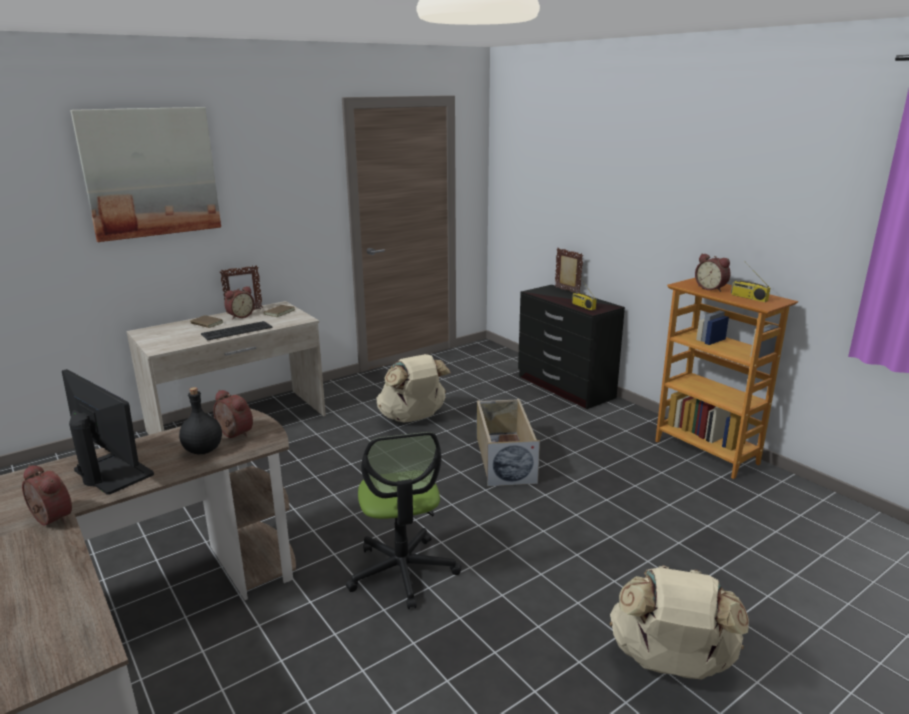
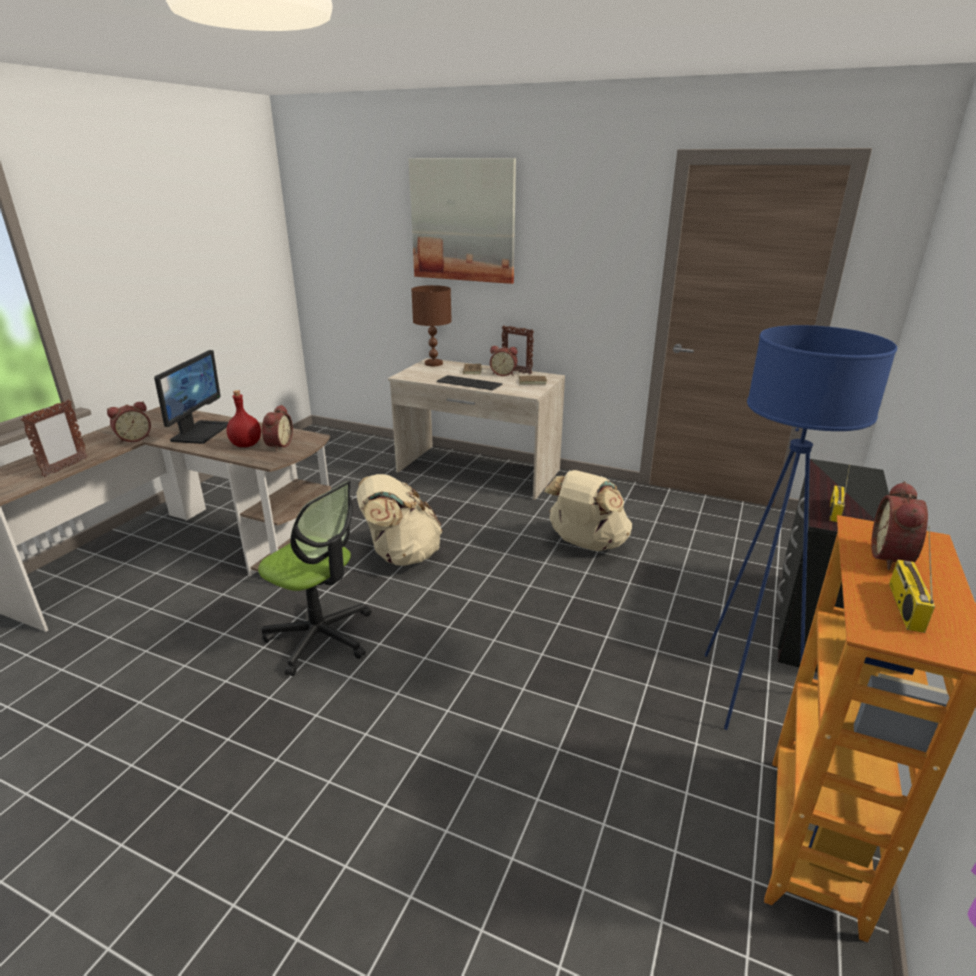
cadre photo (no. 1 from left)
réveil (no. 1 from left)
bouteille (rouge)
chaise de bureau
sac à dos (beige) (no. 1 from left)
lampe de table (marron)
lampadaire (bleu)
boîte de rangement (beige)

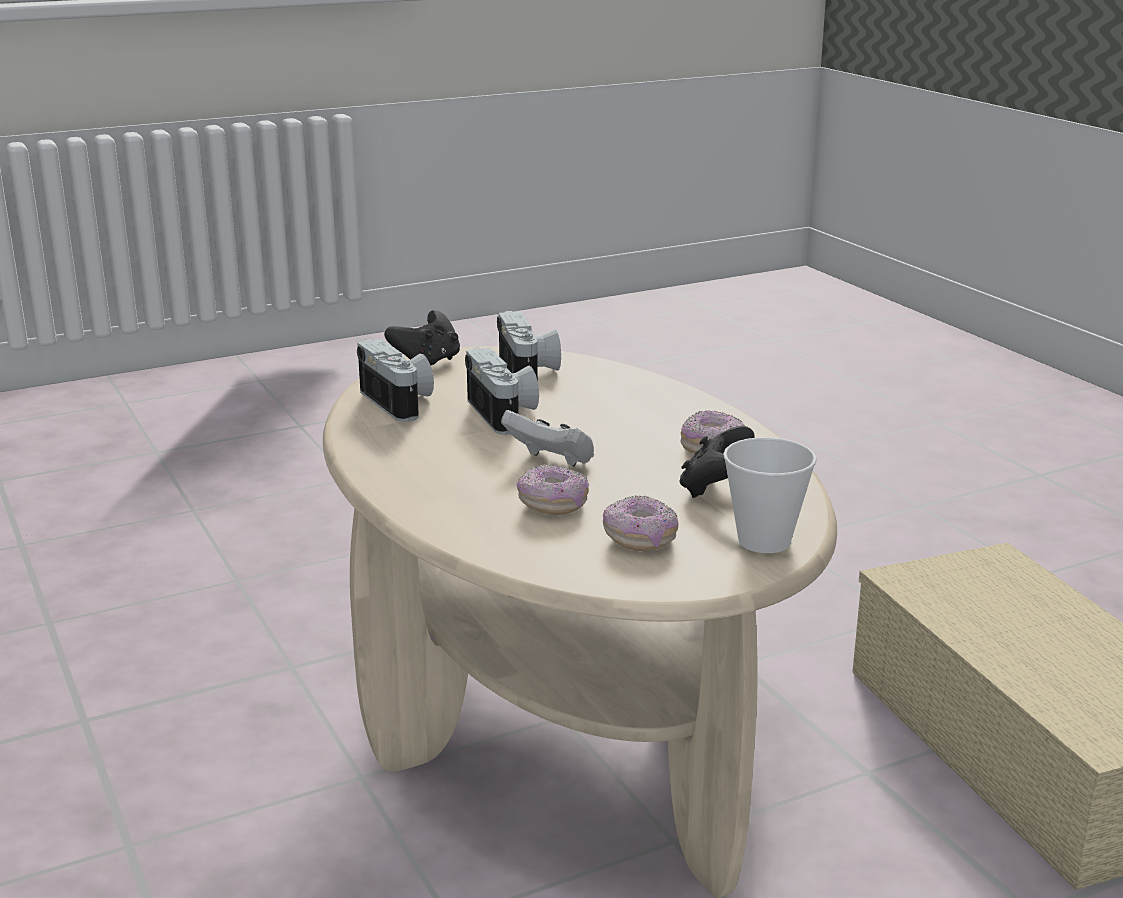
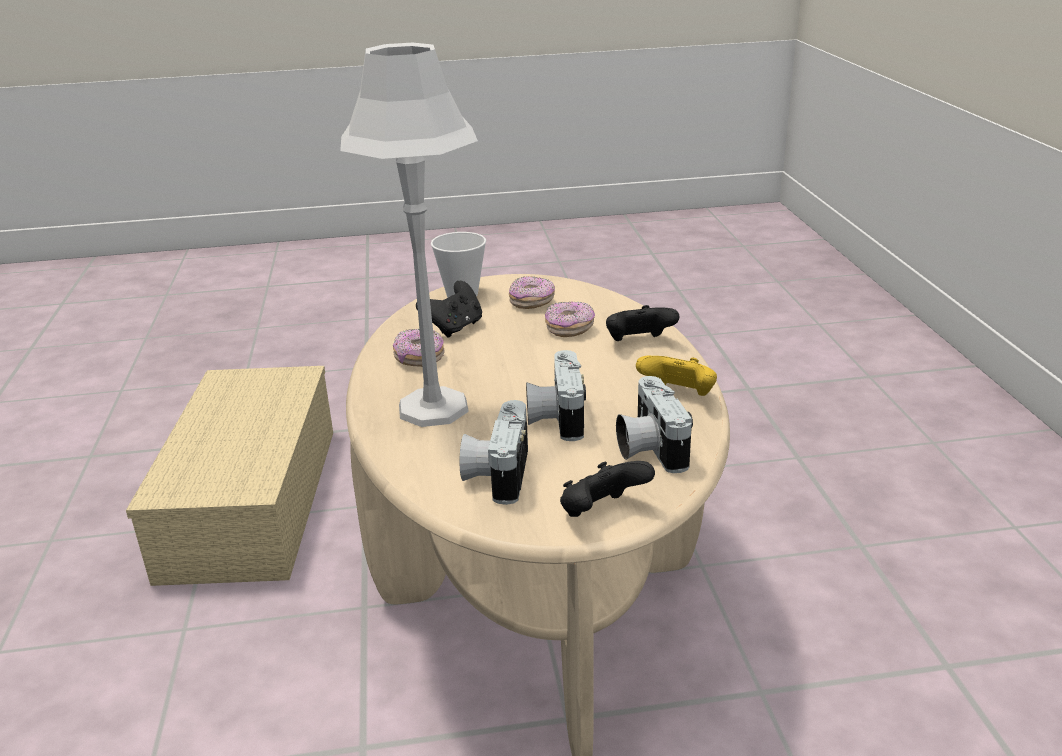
lampe de table (gris)
manette (noir) (no. 3 from left)
manette (jaune)
manette (blanc)

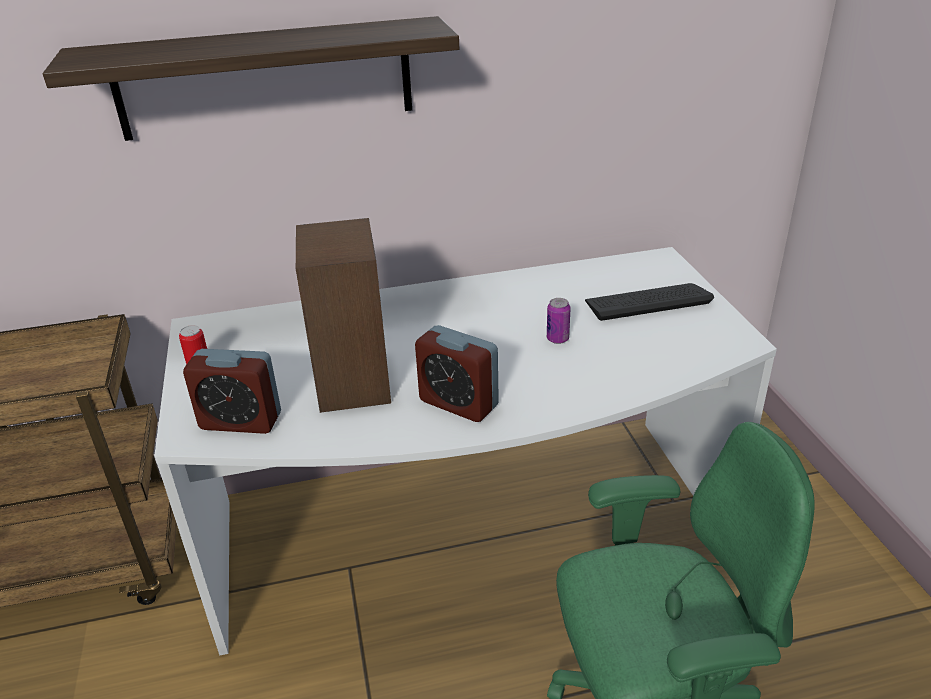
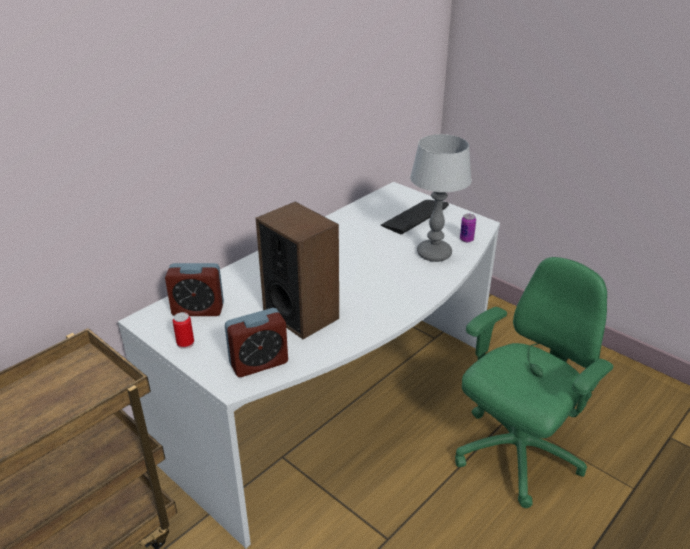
réveil (no. 1 from left)
lampe de table
boîte métallique (no. 2 from left)
étagère

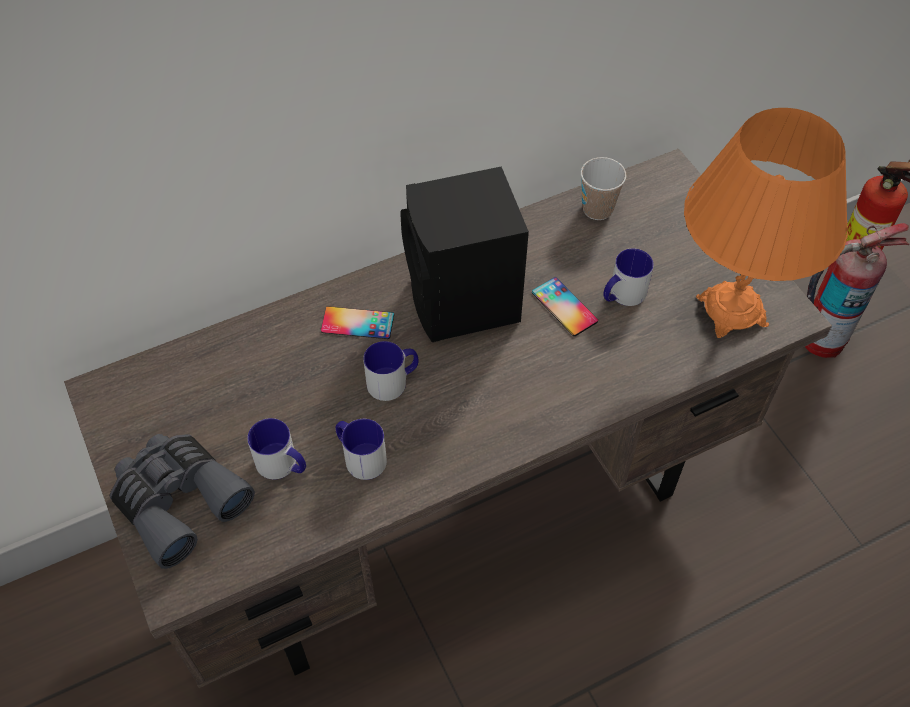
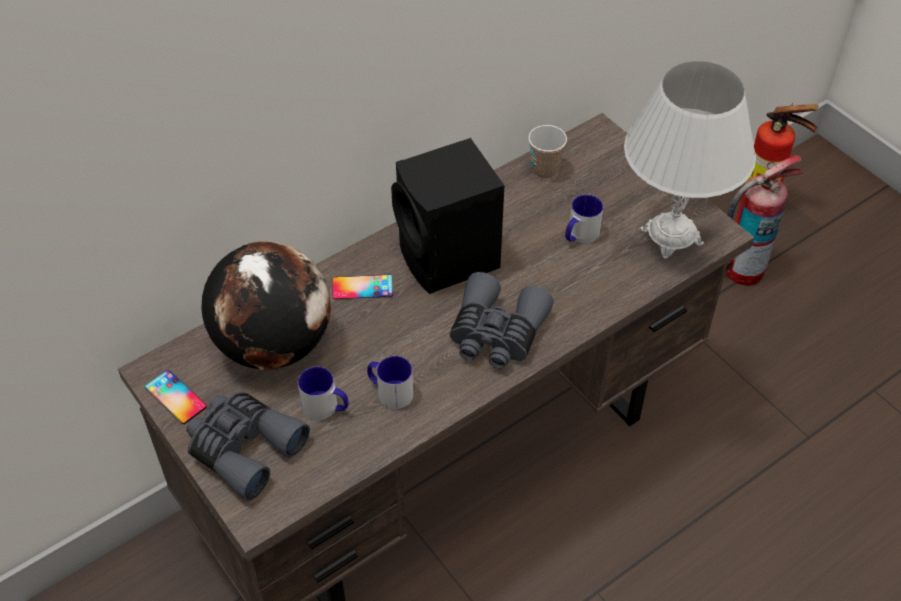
téléphone (no. 1 from left)
globe
jumelles (gris) (no. 2 from left)
lampe de table (blanc)
mug (no. 3 from left in the first image)

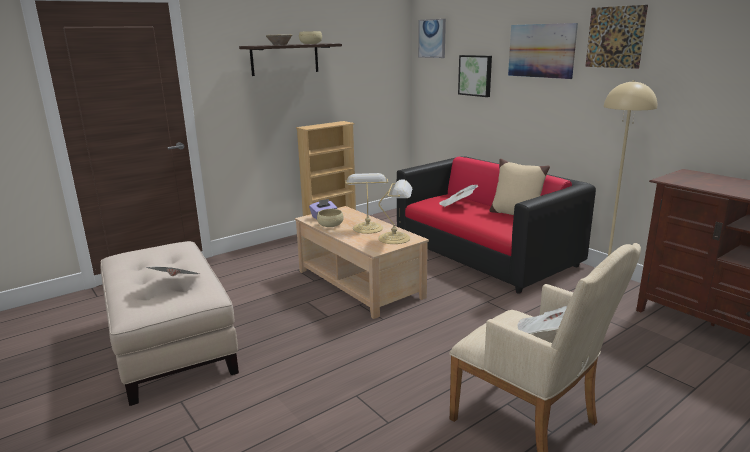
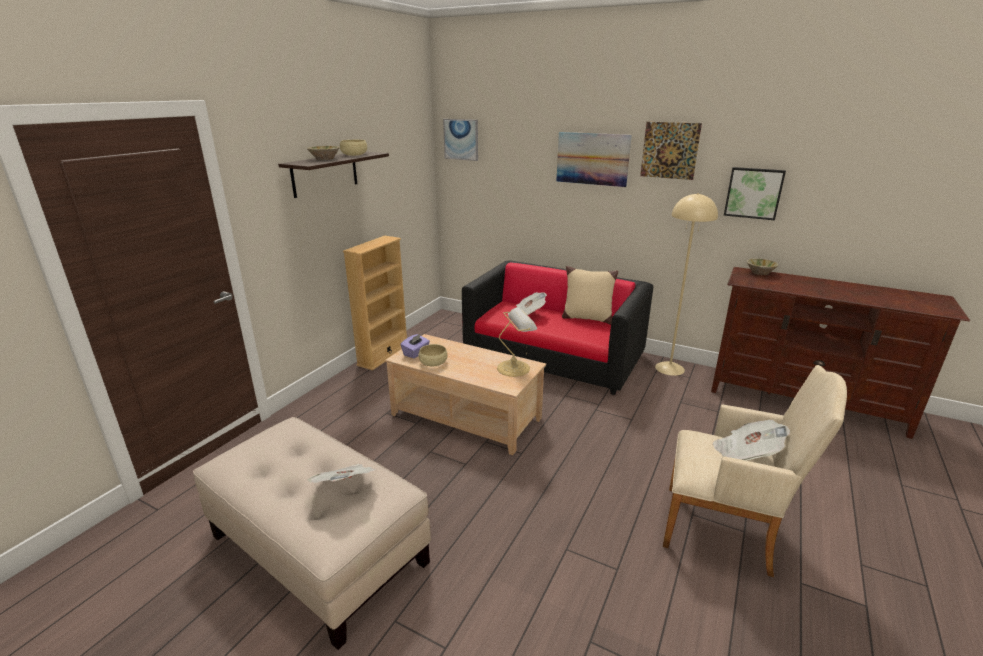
tableau (no. 4 from left)
bol (beige) (no. 4 from left)
lampe de table (no. 1 from left in the first image)

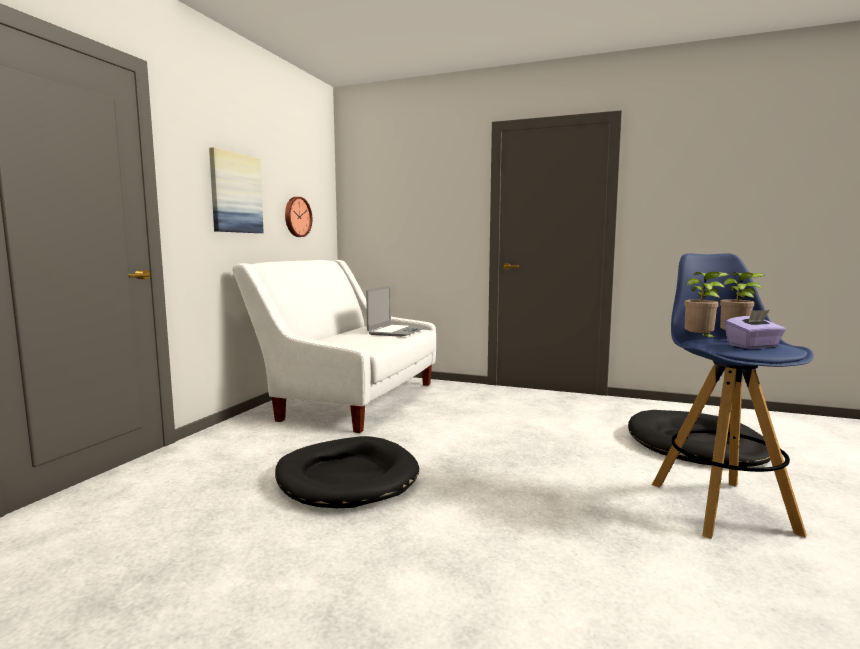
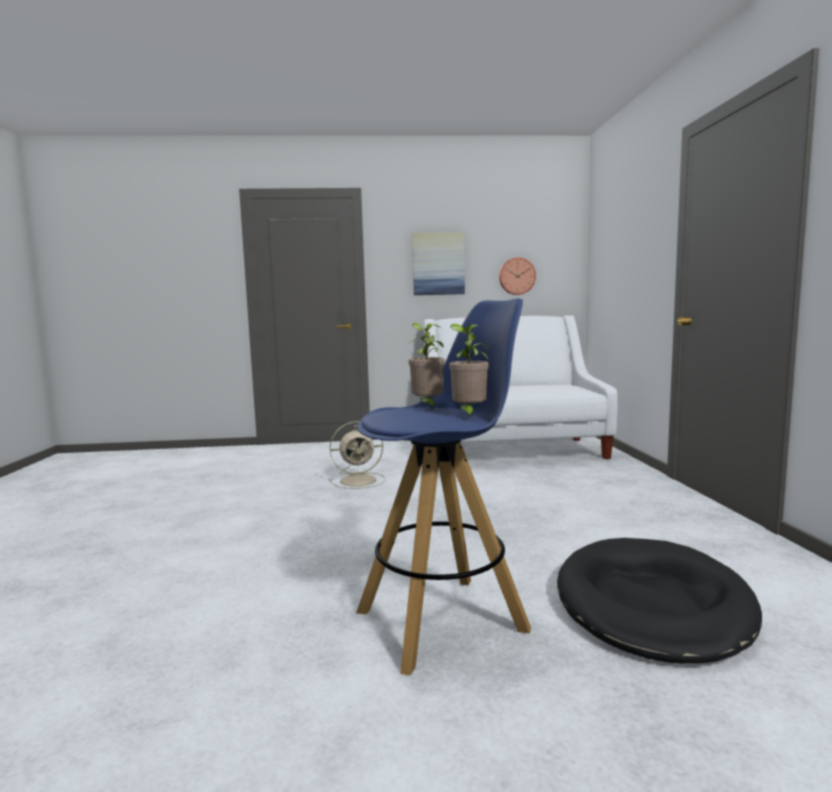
ventilateur (beige)
ordinateur portable
boîte à mouchoirs (violet)

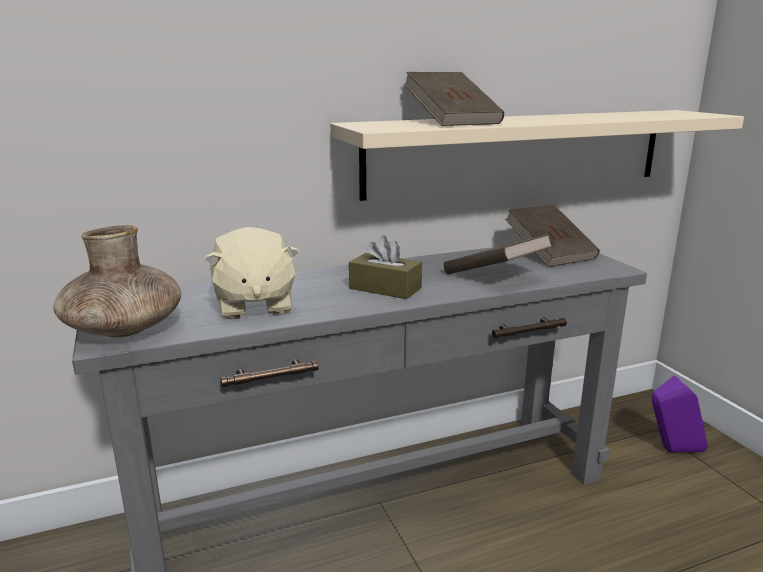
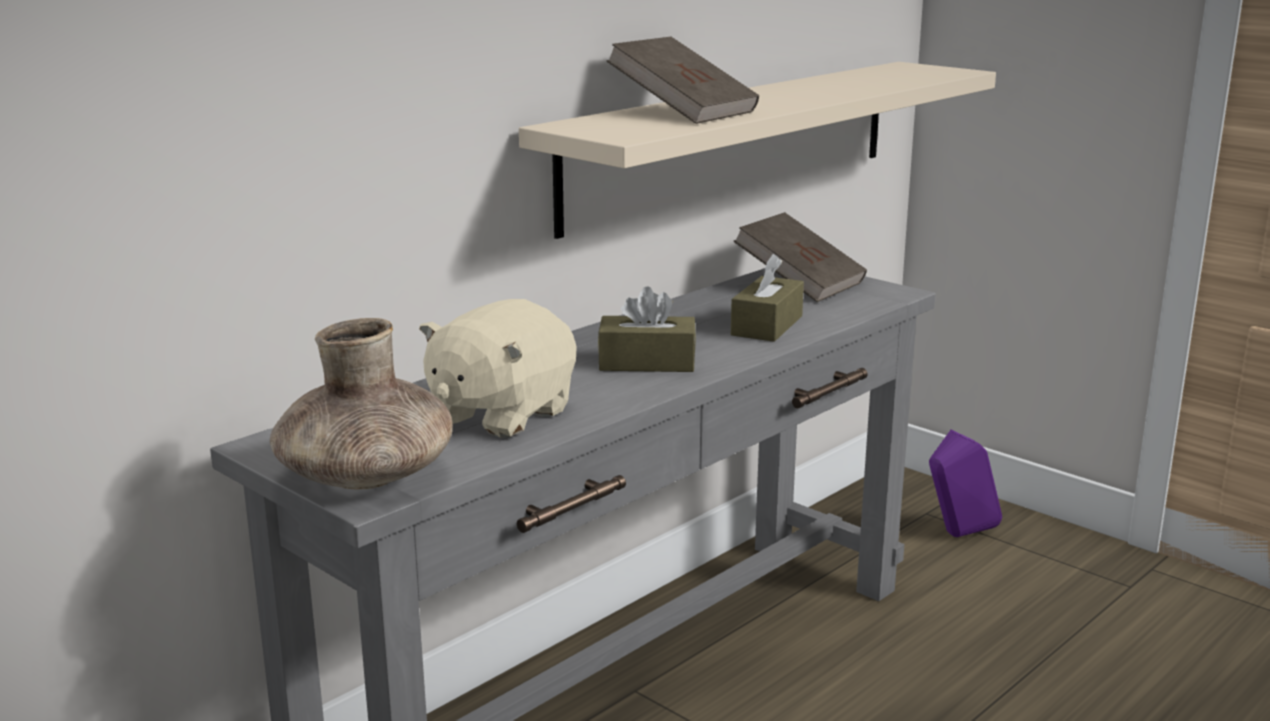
peluche (beige)
boîte à mouchoirs (marron) (no. 2 from left)

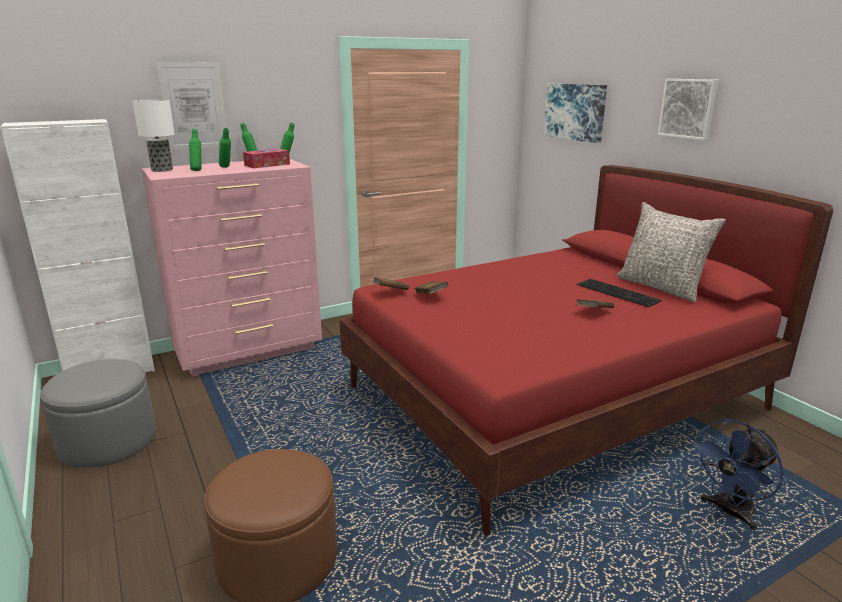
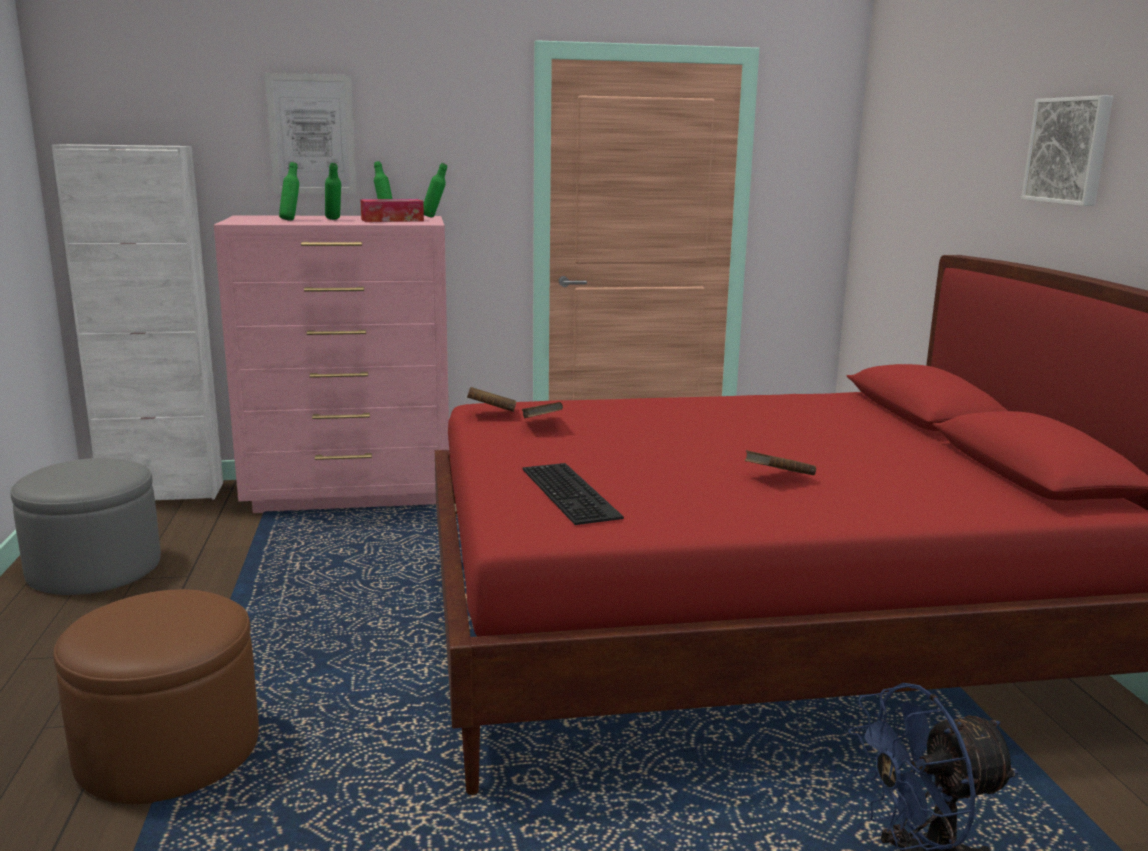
clavier
lampe de table
tableau (no. 2 from left in the first image)
coussin (gris)

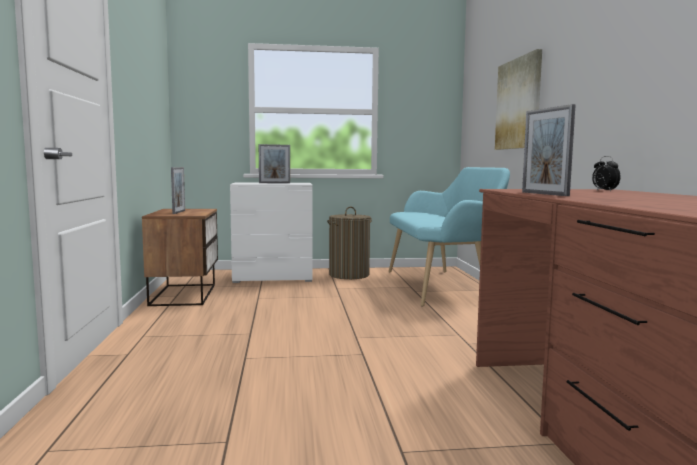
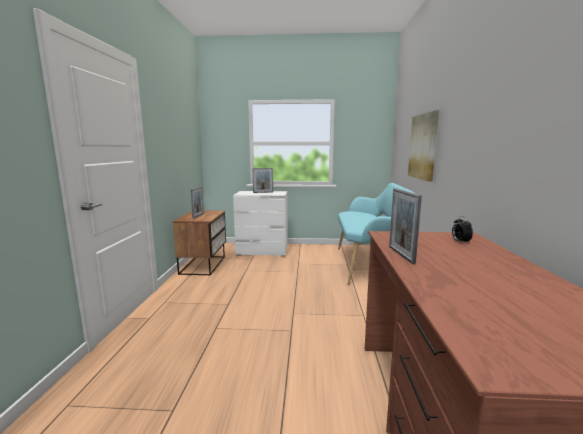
panier à linge

